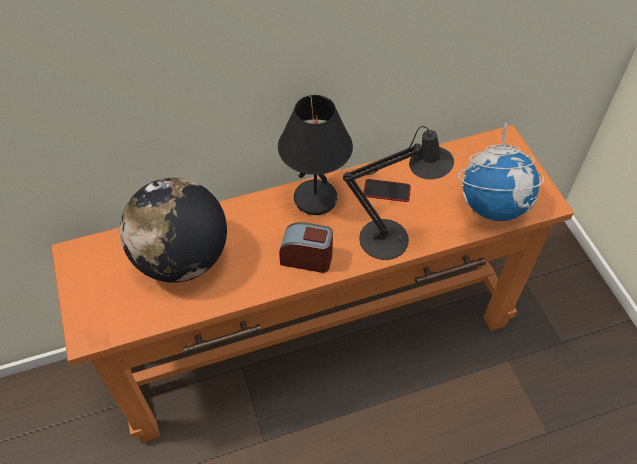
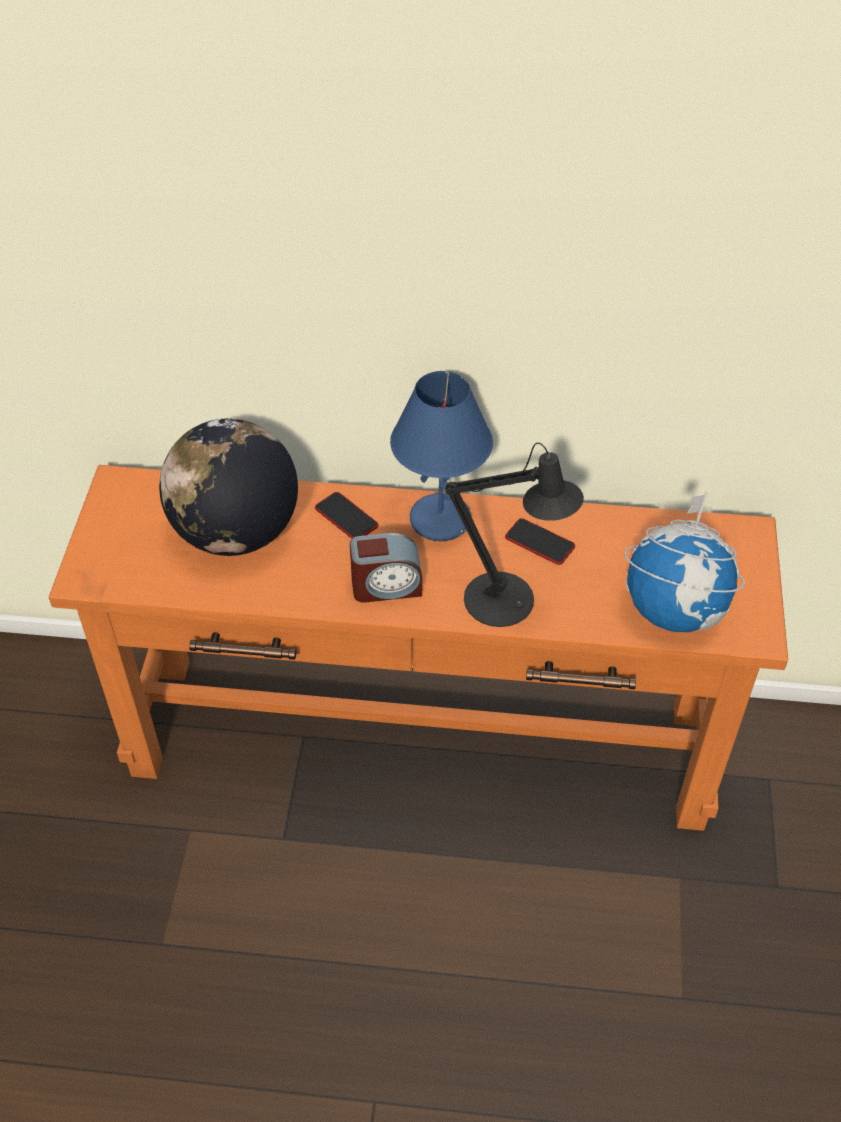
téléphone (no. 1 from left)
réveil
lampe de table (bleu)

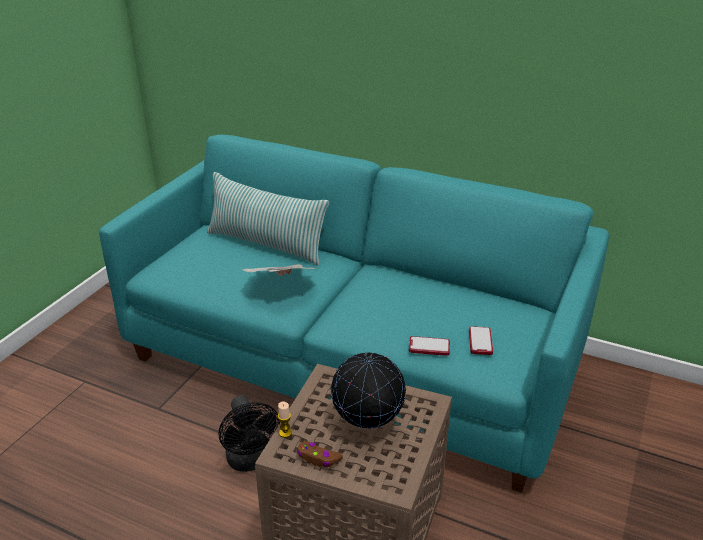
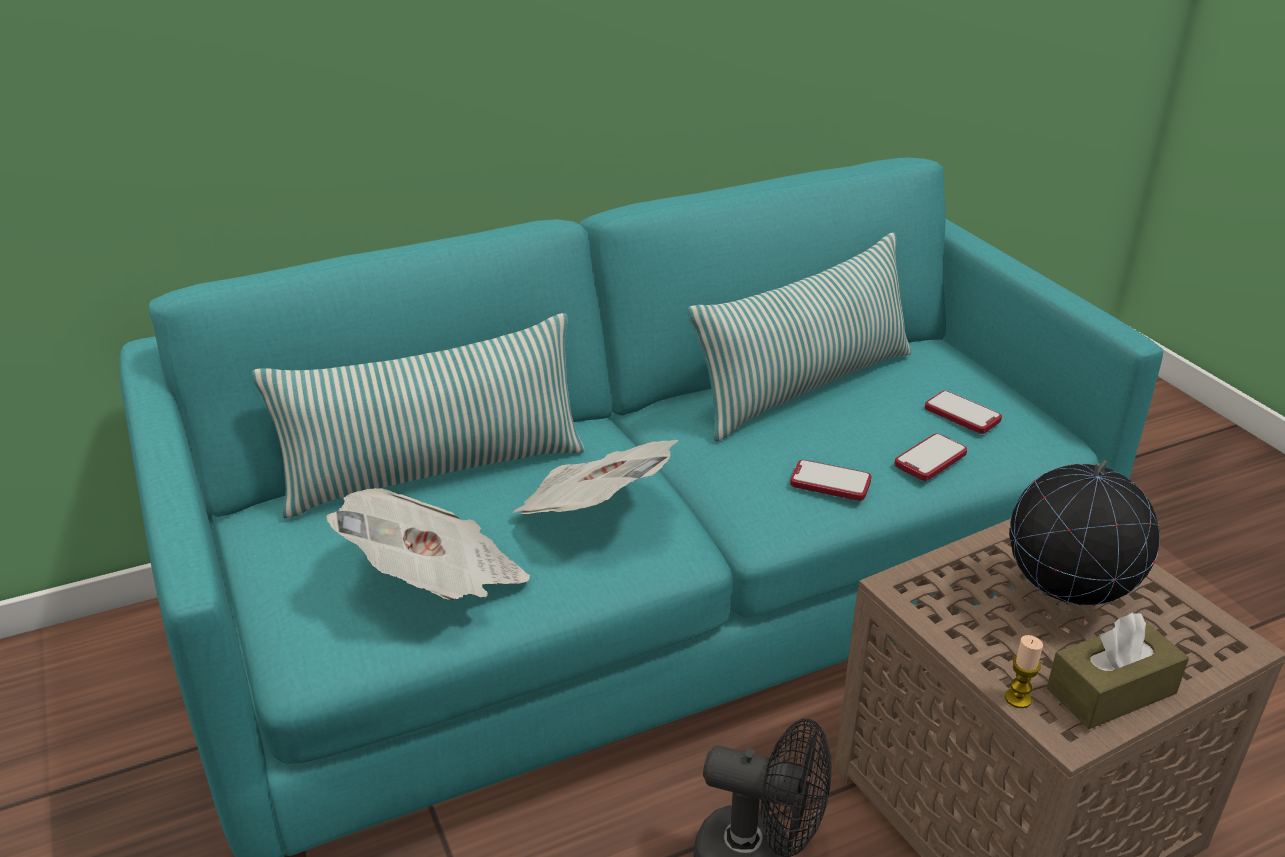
journal (no. 1 from left)
coussin (no. 2 from left)
téléphone (no. 1 from left)
boîte à mouchoirs (marron)

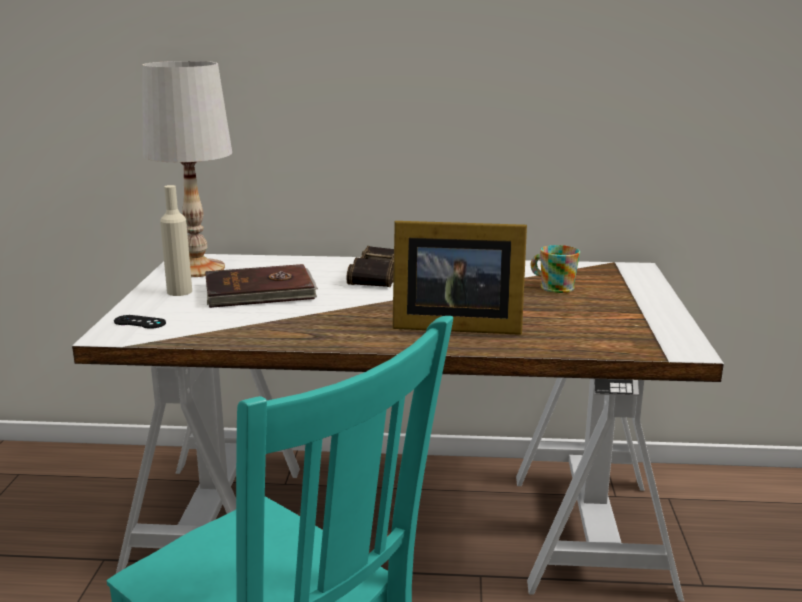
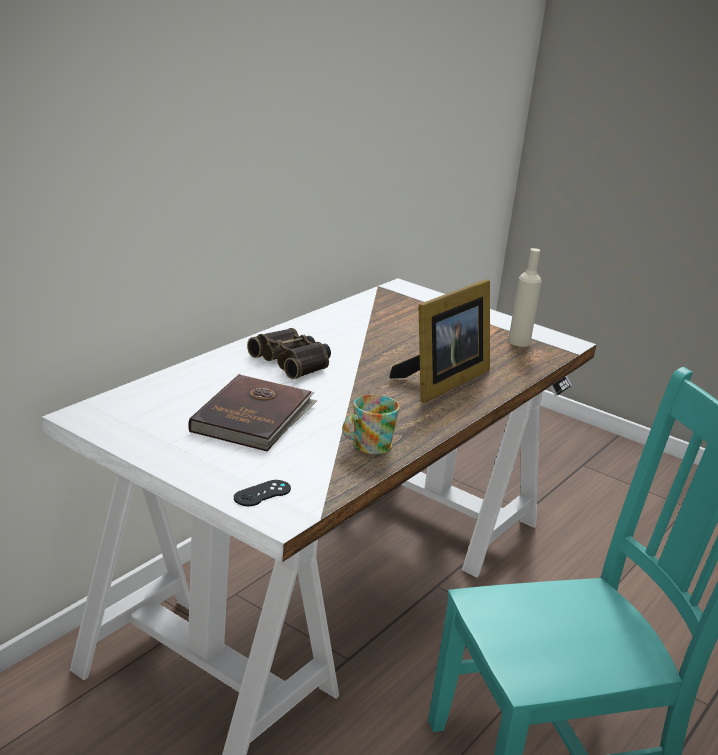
mug
bouteille (beige)
lampe de table (blanc)

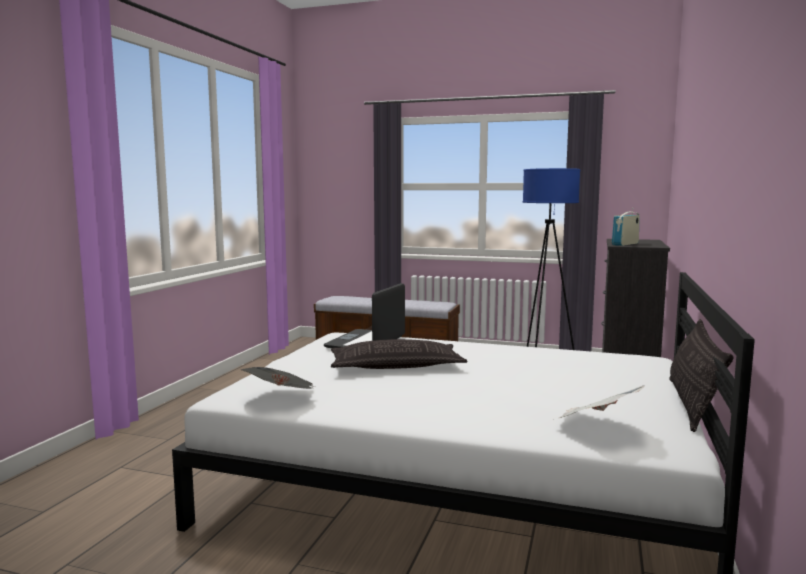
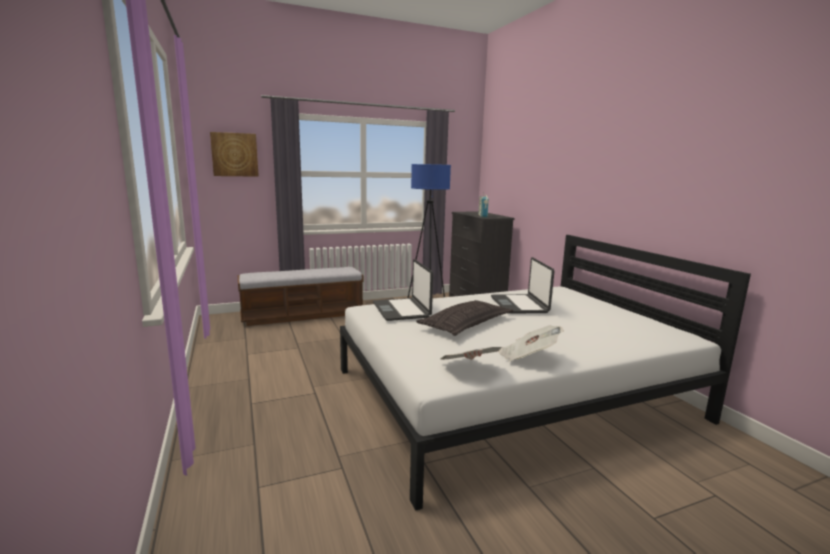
tableau
ordinateur portable (no. 2 from left)
journal (no. 2 from left)
coussin (no. 2 from left in the first image)

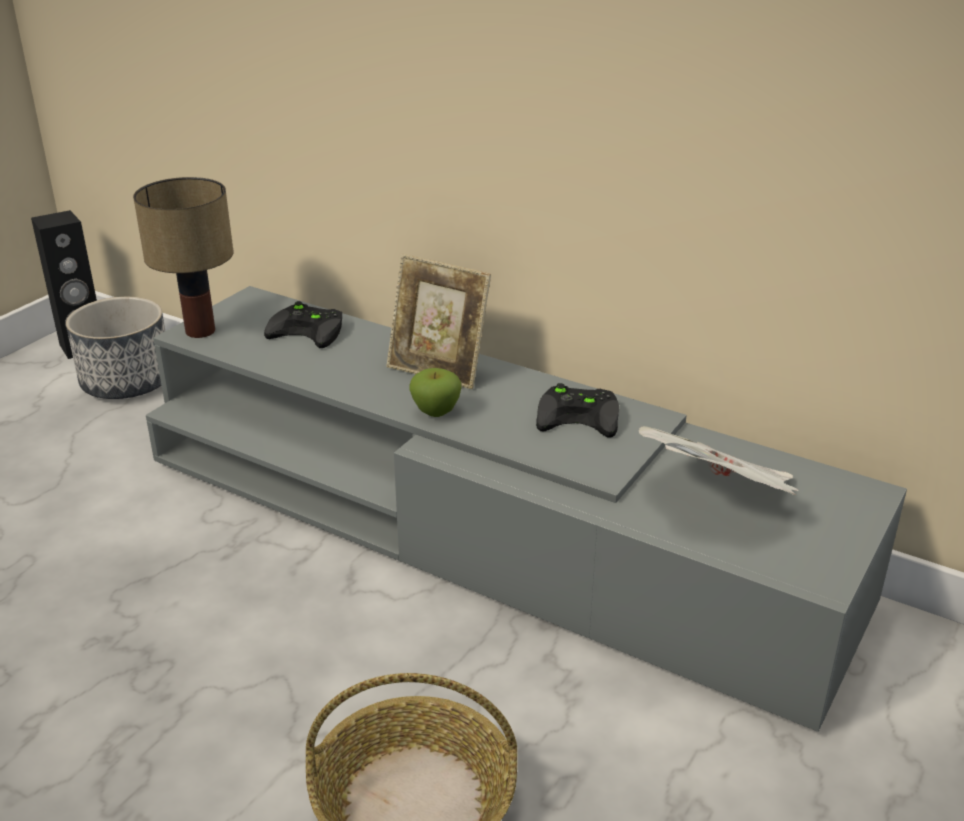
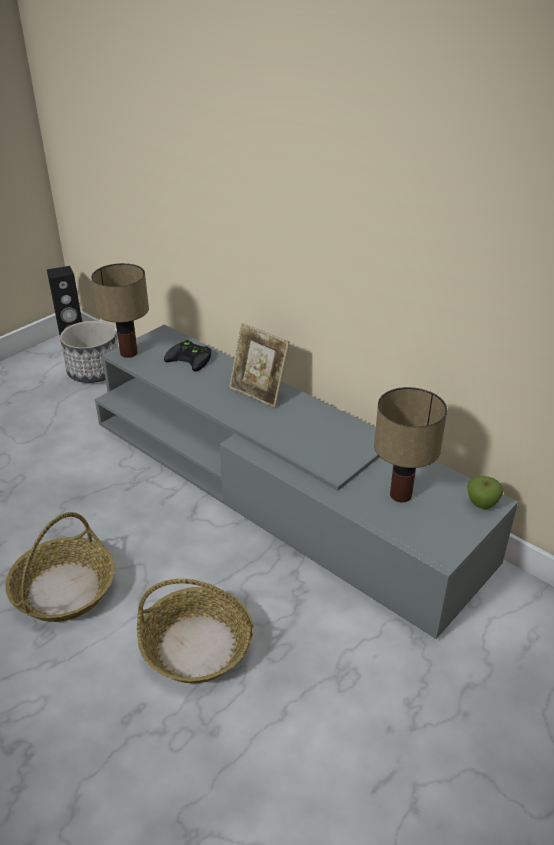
panier (no. 1 from left)
lampe de table (no. 2 from left)
pomme
manette (noir) (no. 2 from left in the first image)

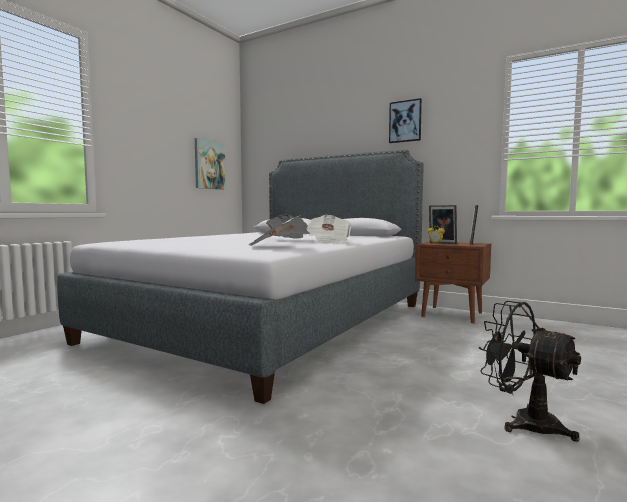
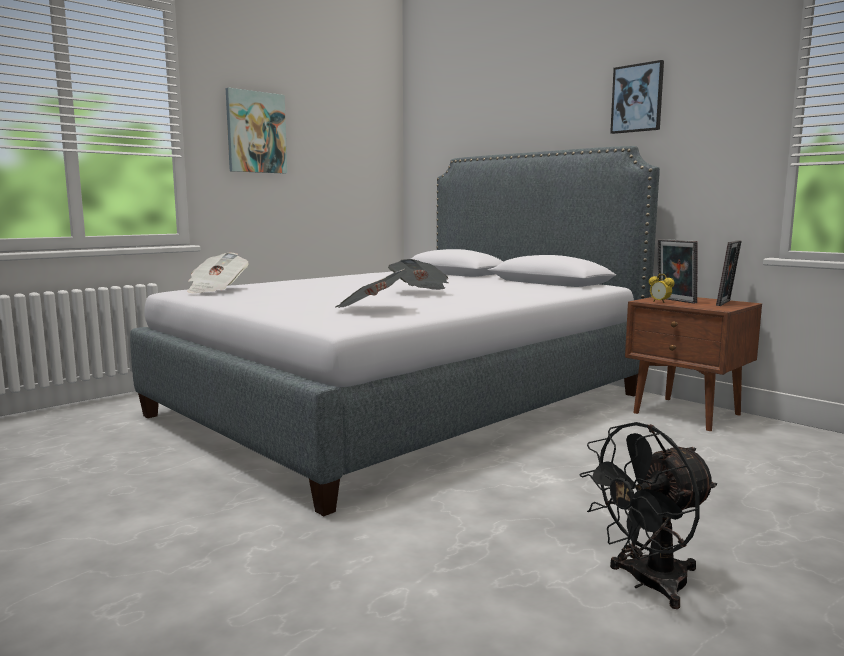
journal (no. 1 from left)
tableau (no. 1 from left)
ventilateur (noir)

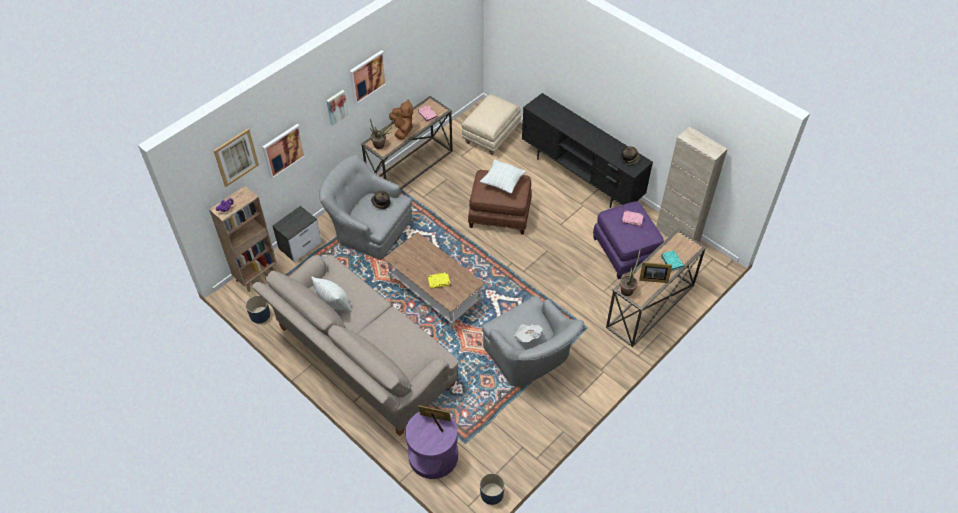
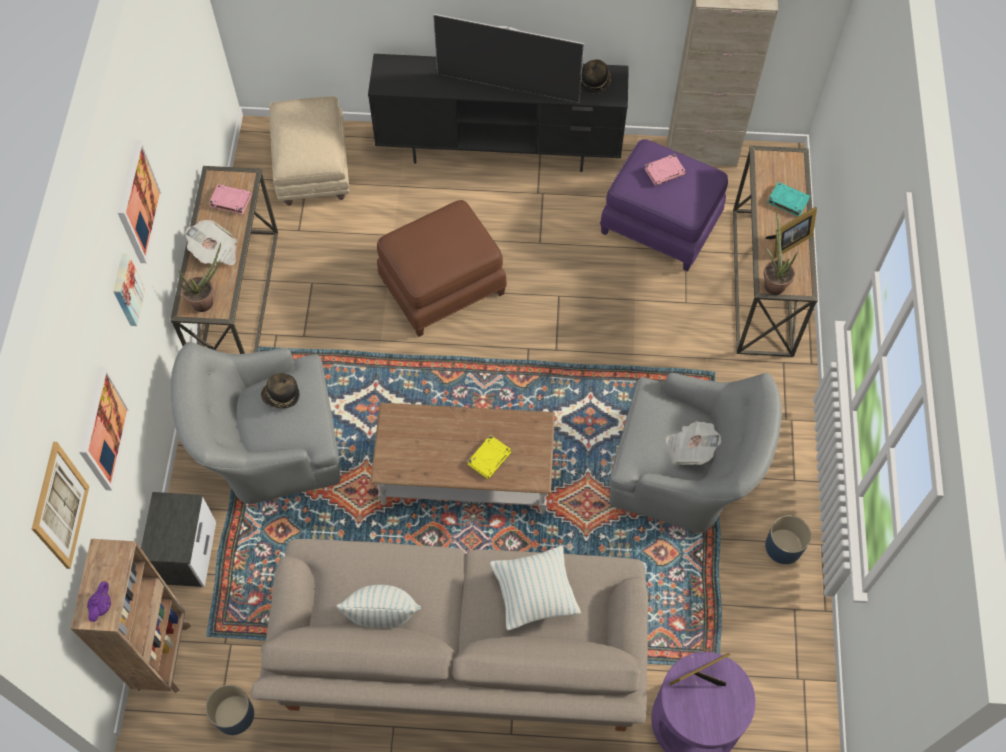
journal (no. 1 from left)
téléviseur
coussin (no. 2 from left)
cache-pot (bleu) (no. 2 from left)

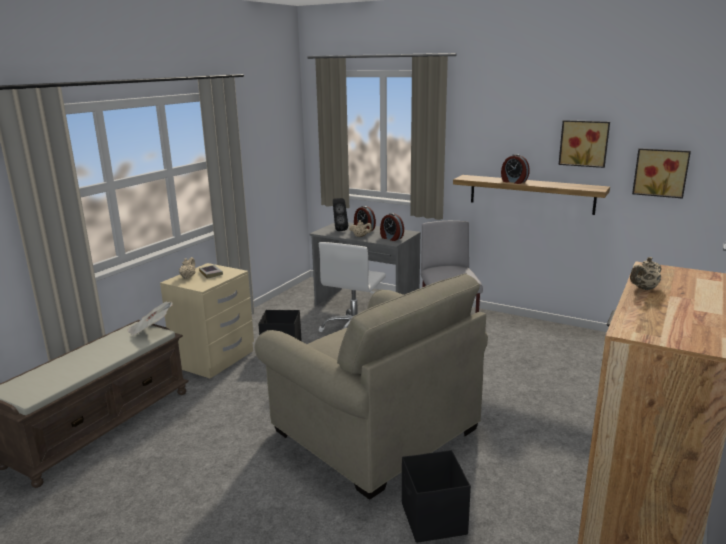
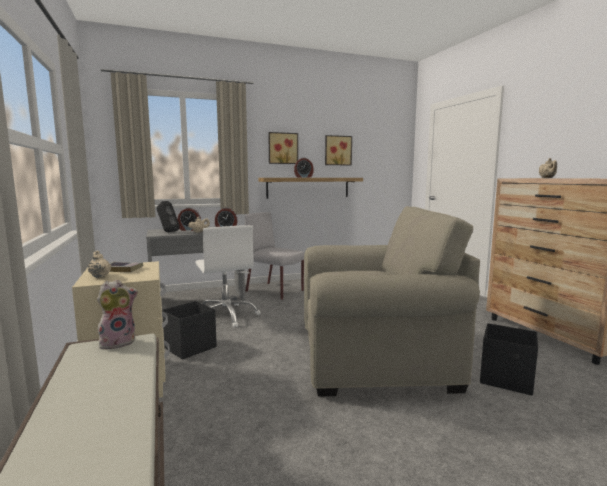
peluche
tableau (no. 1 from left)

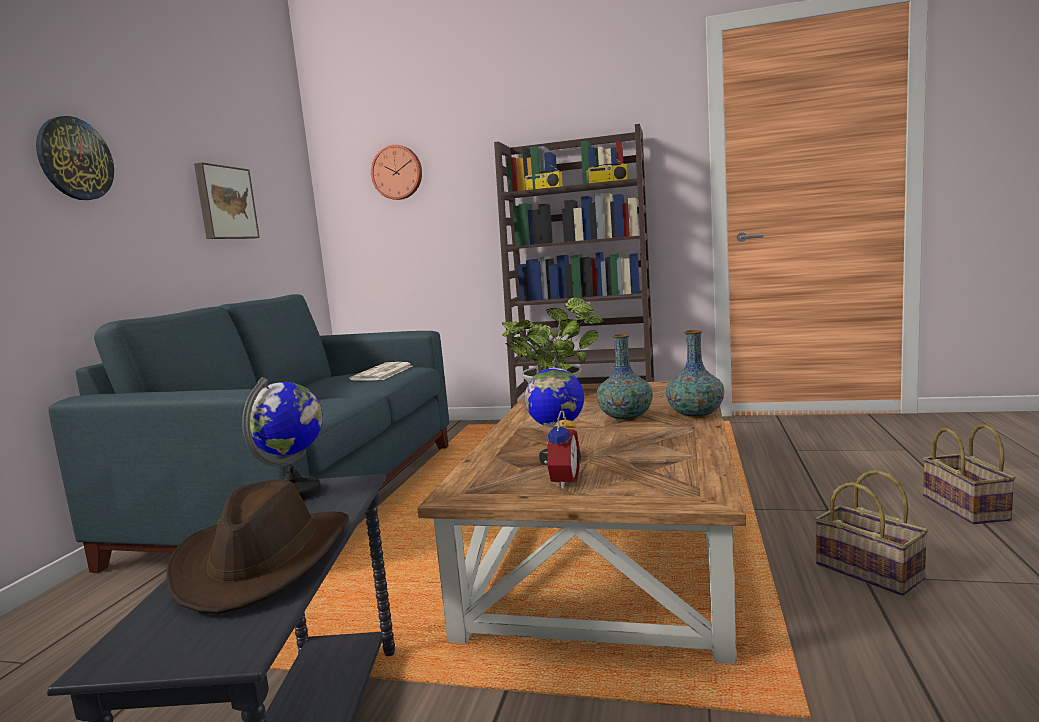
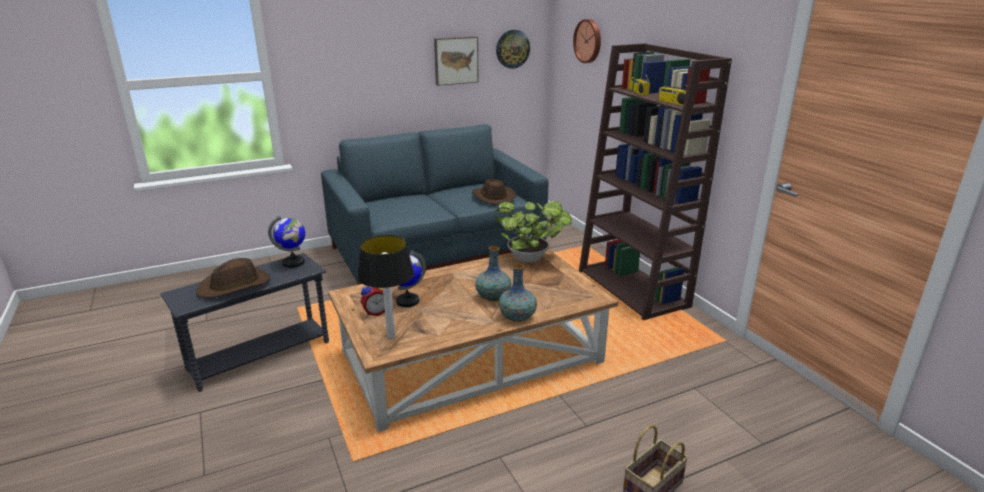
lampe de table
chapeau (marron) (no. 2 from left)
horloge murale (no. 1 from left)
panier (no. 1 from left in the first image)

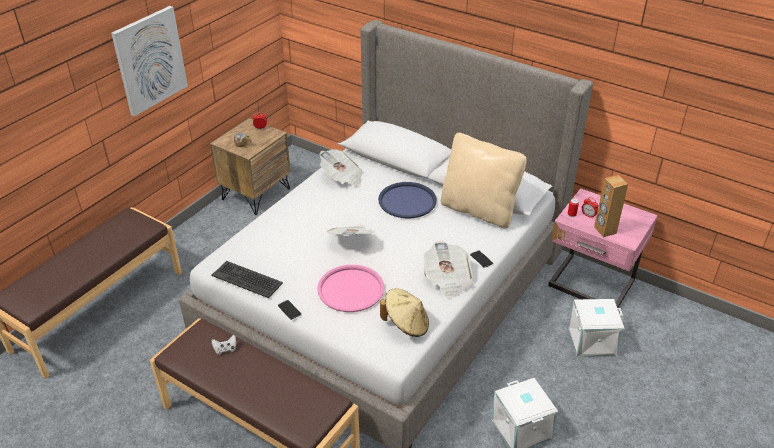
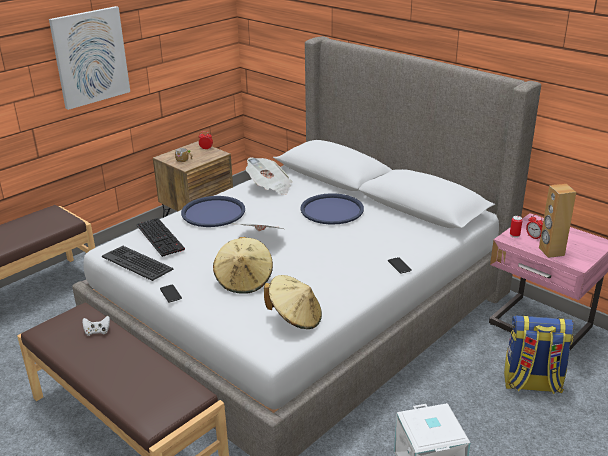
clavier (no. 2 from left)
plateau (bleu) (no. 1 from left)
chapeau (beige) (no. 1 from left)
sac à dos
journal (no. 3 from left in the first image)
coussin (beige)

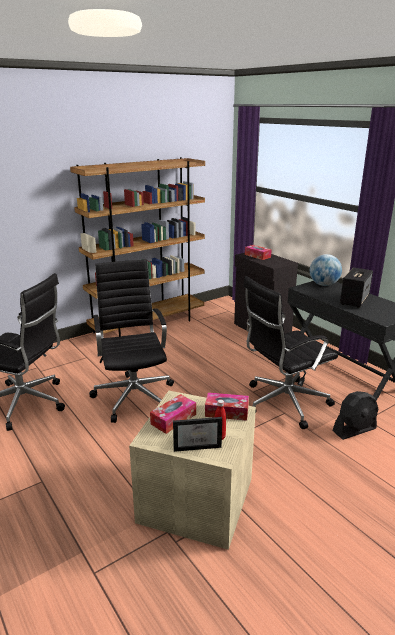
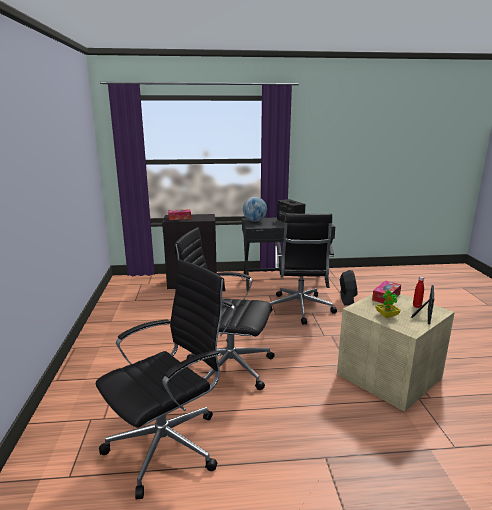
plante en pot
bibliothèque (marron)

